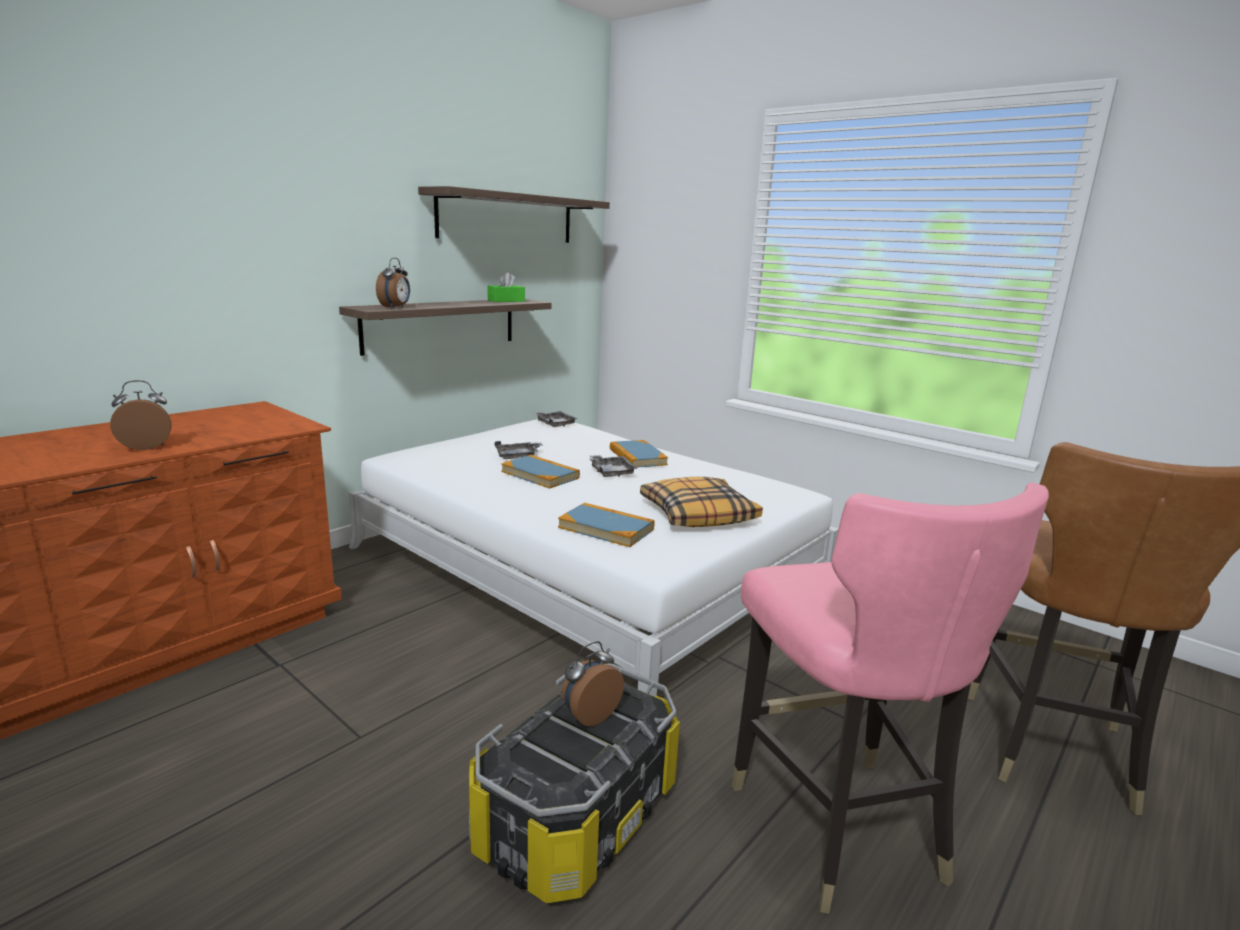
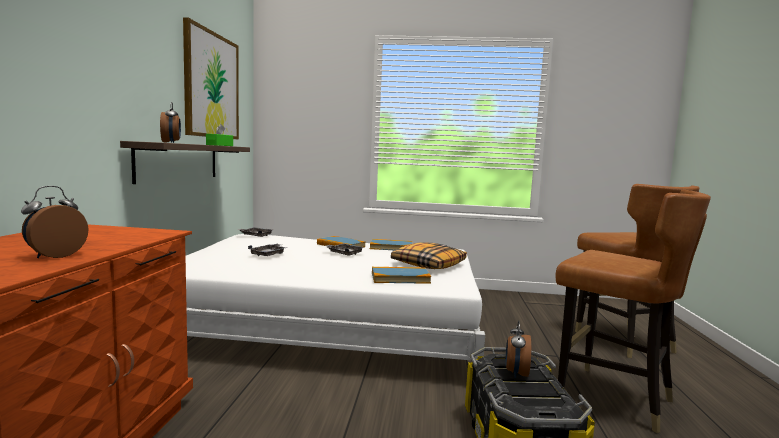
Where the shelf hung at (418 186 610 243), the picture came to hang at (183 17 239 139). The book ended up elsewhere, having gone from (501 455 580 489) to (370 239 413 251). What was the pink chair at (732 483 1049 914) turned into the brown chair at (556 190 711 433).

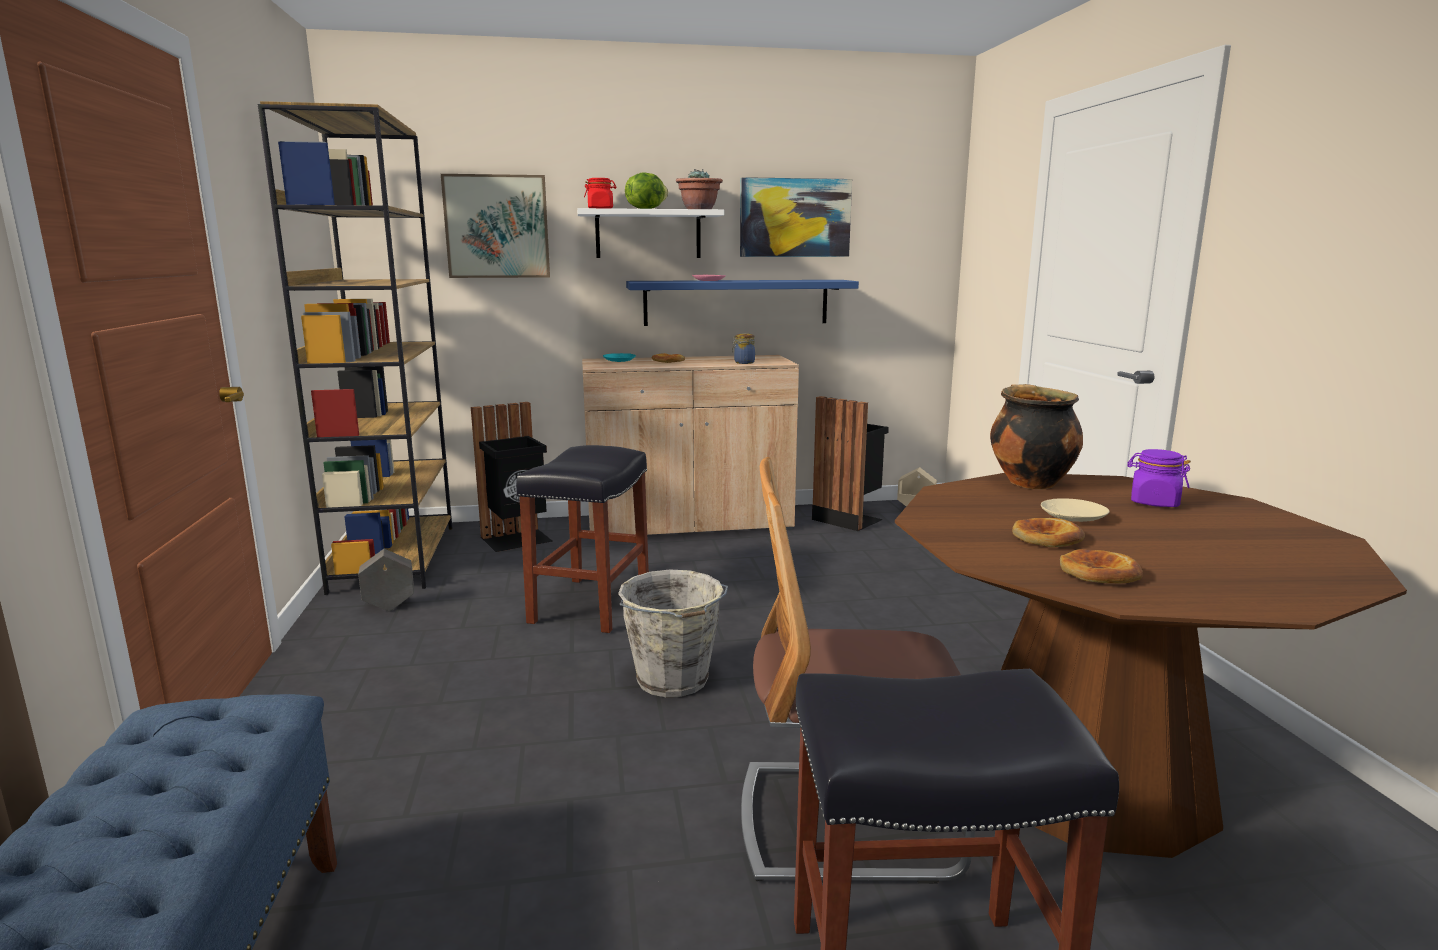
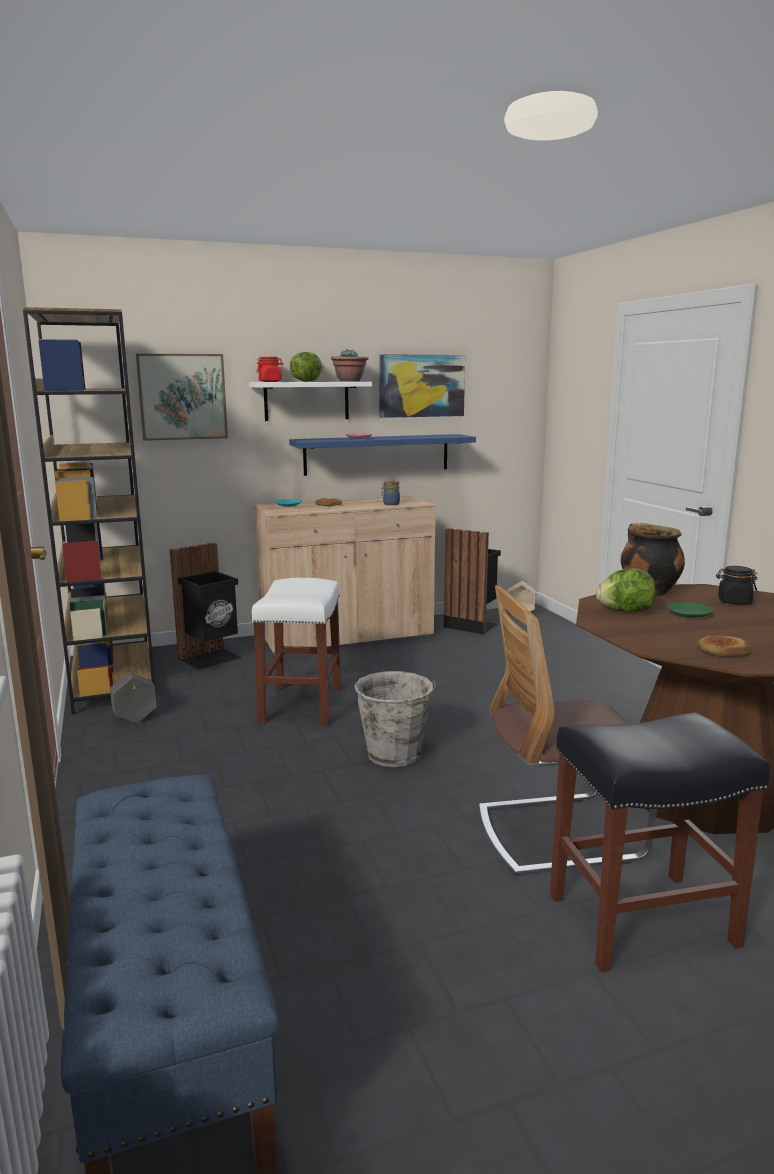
What was the black stool at (516 445 649 633) turned into the white stool at (251 578 341 726). What was the purple jar at (1127 449 1191 507) turned into the black jar at (716 566 757 604). What was the beige plate at (1041 498 1110 522) turned into the green plate at (667 602 713 618). The second view lost the bread at (1012 518 1085 547). The second view gained the lettuce at (596 568 656 612).

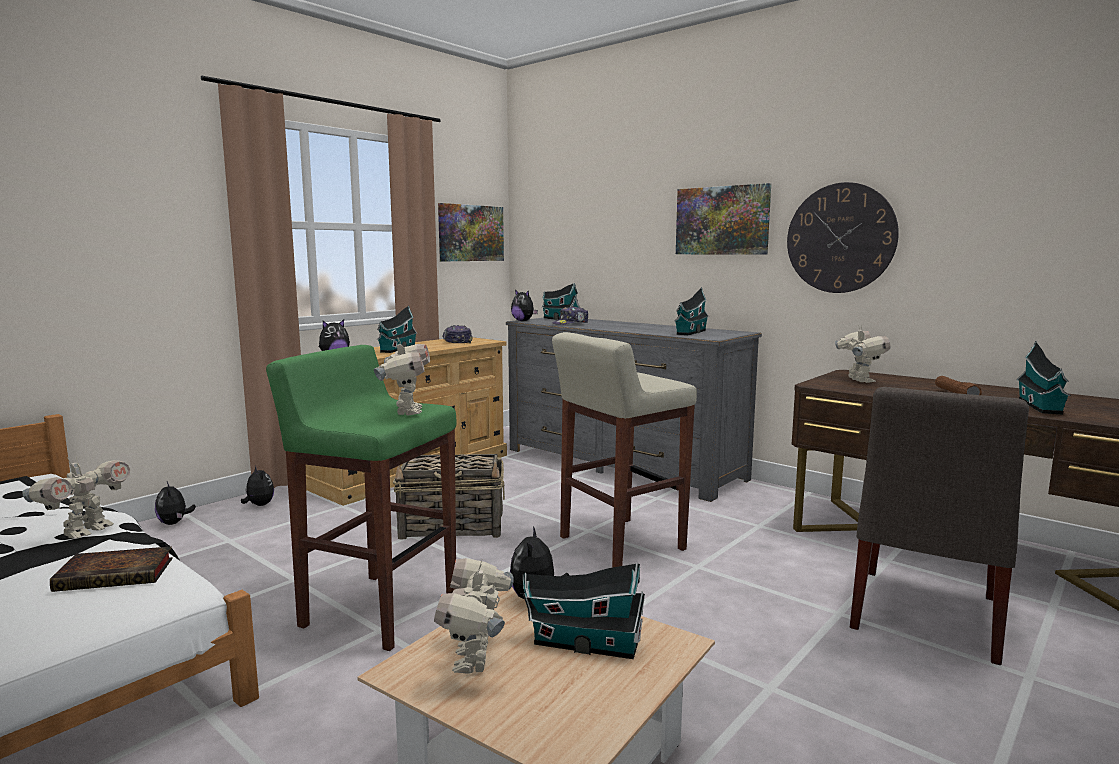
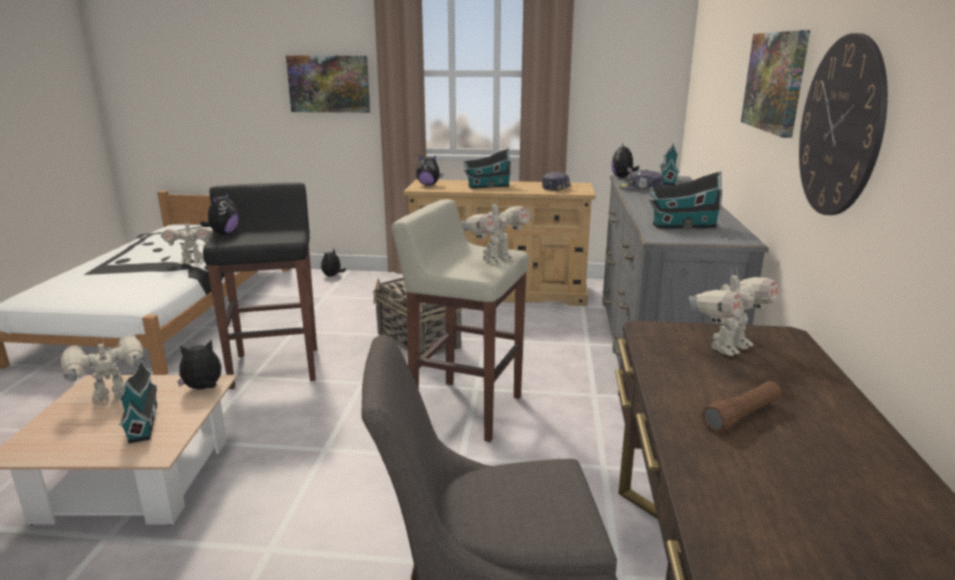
The picture ended up elsewhere, having gone from (438 203 504 261) to (286 56 370 113). The toy robot ended up elsewhere, having gone from (374 338 430 416) to (461 200 530 264). The second view lost the toy house at (1017 341 1071 414). What was the green stool at (266 345 456 651) turned into the black stool at (203 183 317 389). The plush toy ended up elsewhere, having gone from (241 466 274 506) to (200 191 239 235). The second view lost the book at (50 546 173 592).

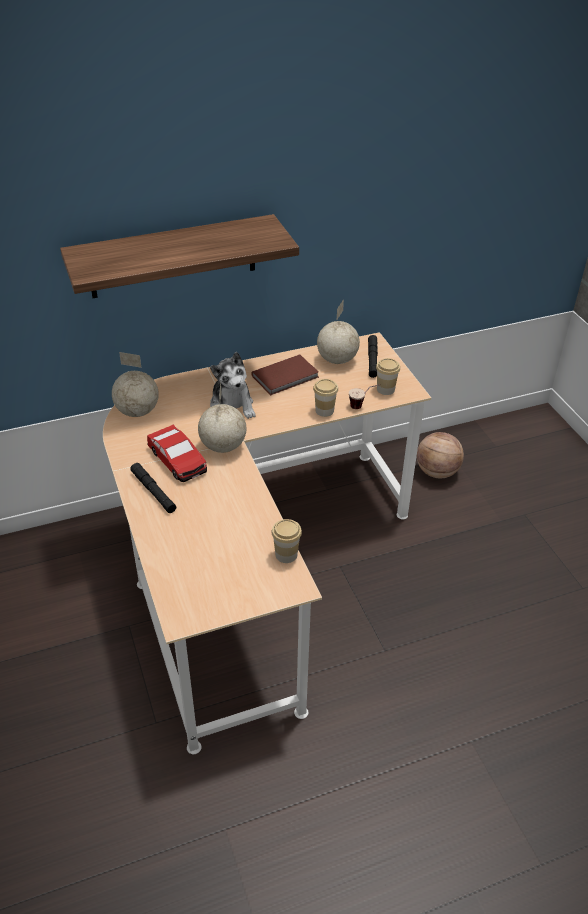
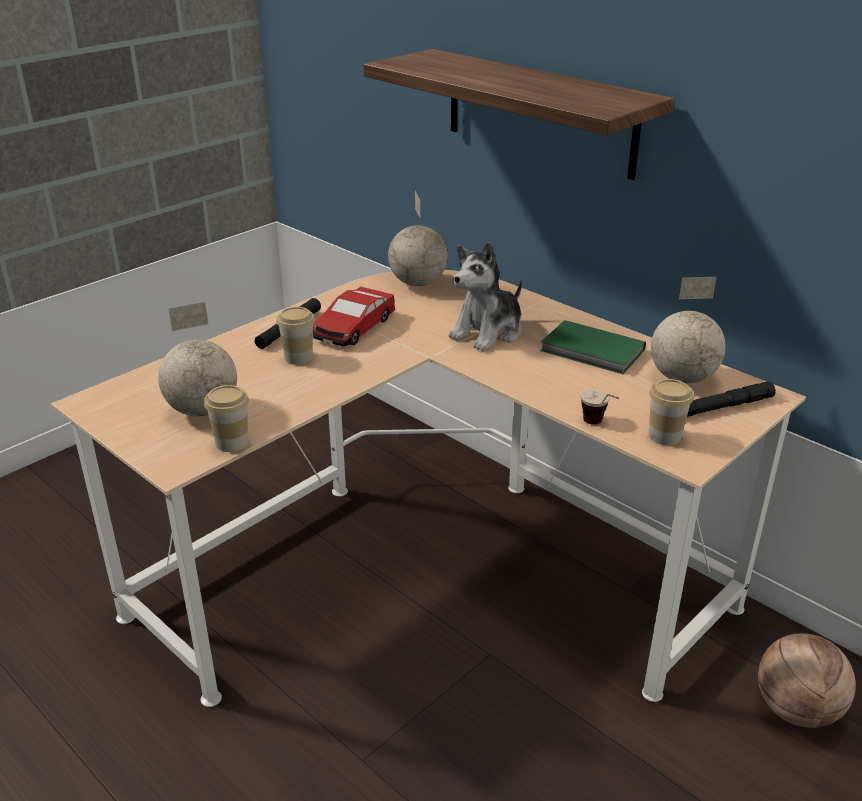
What was the brown book at (251 354 319 395) turned into the green book at (540 320 646 374). The cup ended up elsewhere, having gone from (313 379 338 417) to (276 307 315 365). The globe ended up elsewhere, having gone from (198 383 247 453) to (158 302 237 416).

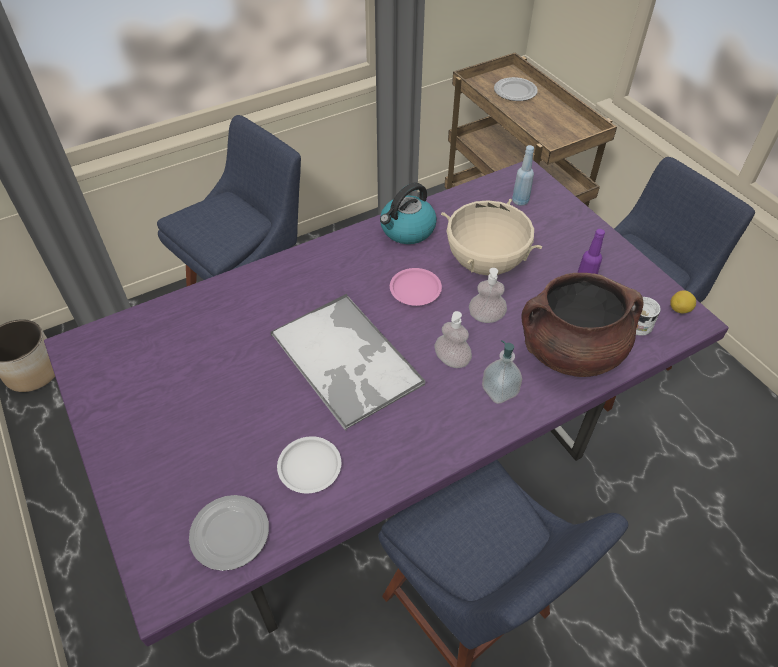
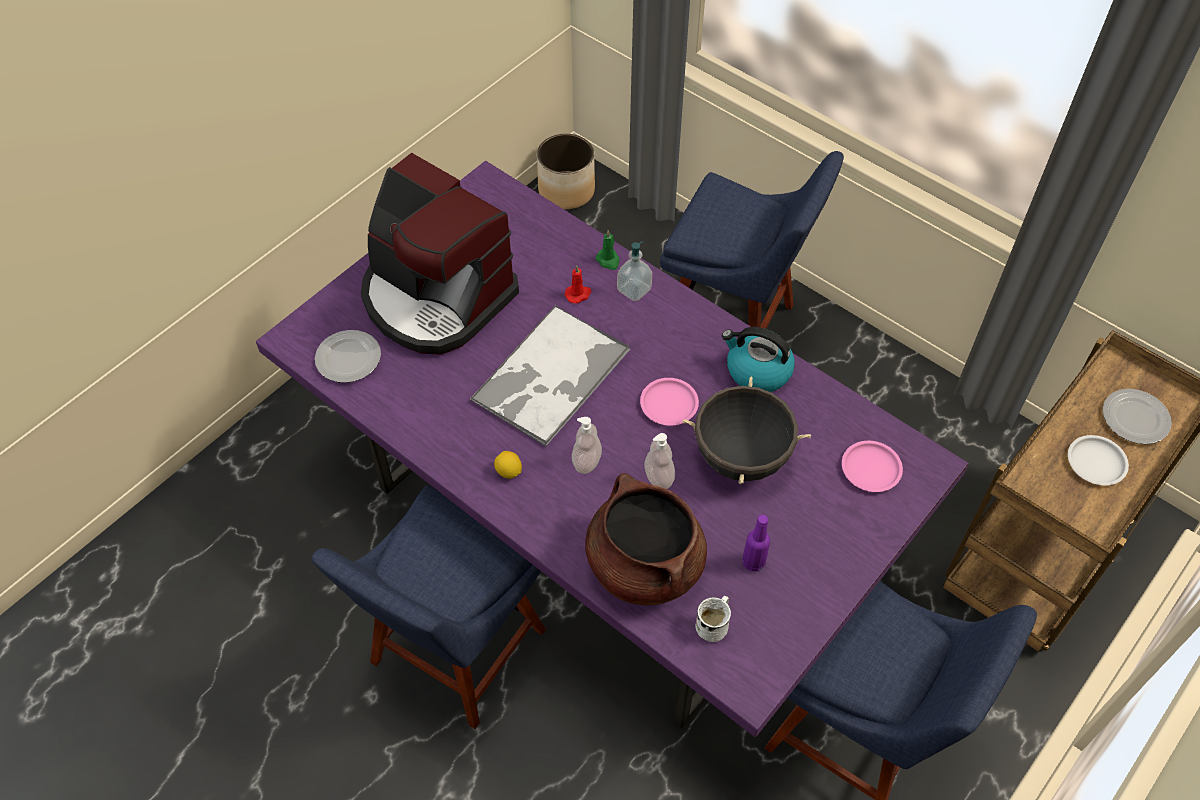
Where the blue bottle stood at (512 145 534 206), the pink plate came to stand at (842 441 903 492). What was the beige cooking pot at (441 199 542 276) turned into the black cooking pot at (683 377 811 485). The lemon ended up elsewhere, having gone from (670 290 696 313) to (494 451 522 479). The soap dispenser ended up elsewhere, having gone from (482 340 522 404) to (617 241 652 301). The white plate ended up elsewhere, having gone from (277 436 341 493) to (1068 435 1129 485). The second view gained the coffee machine at (361 153 519 355). The second view gained the green candle at (596 230 620 270). The second view gained the red candle at (565 265 591 303).

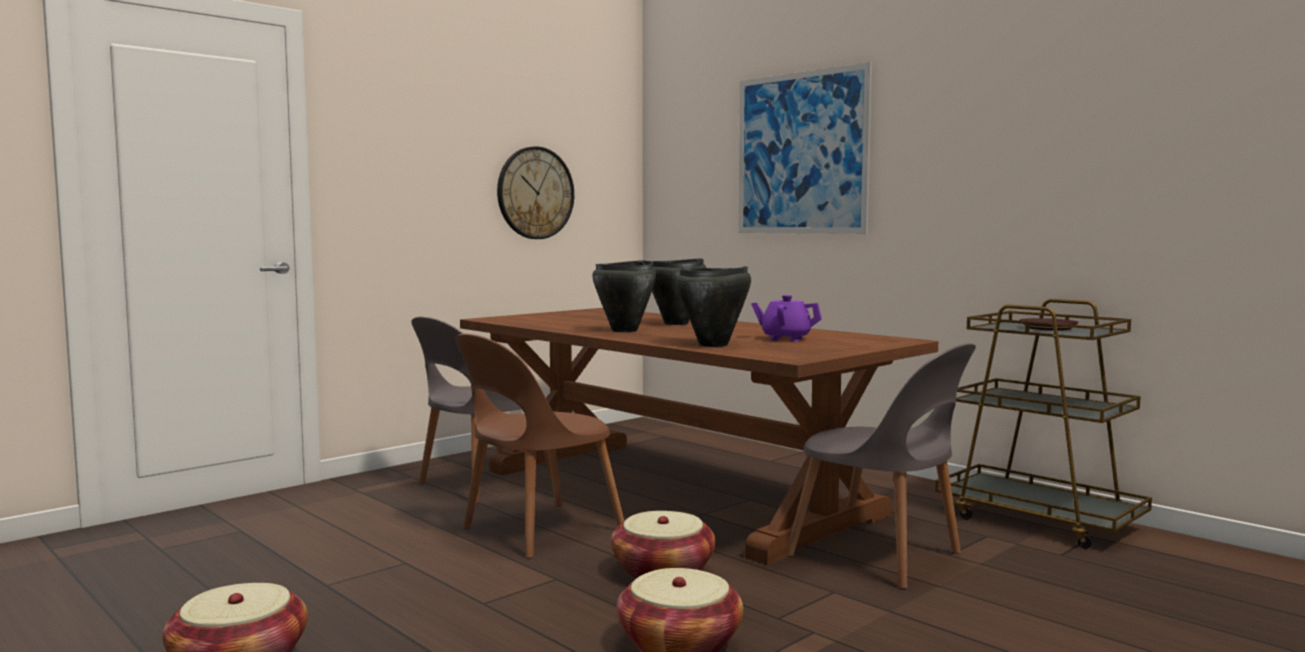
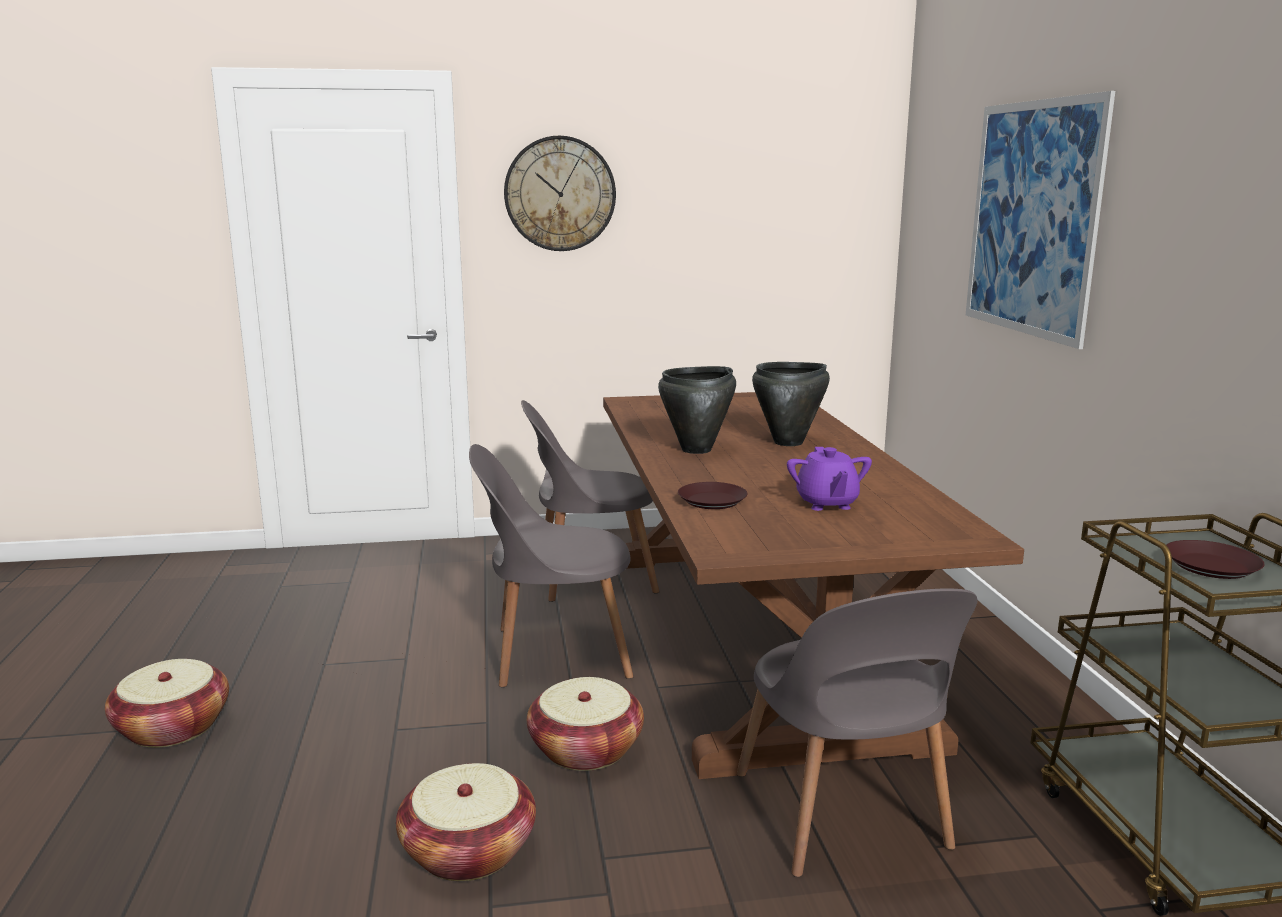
The wall clock ended up elsewhere, having gone from (497 147 574 239) to (504 136 616 251). Where the black cooking pot stood at (676 266 751 347), the brown plate came to stand at (678 482 748 509). The purple teapot at (751 295 822 342) ended up facing another way, 150 degrees counterclockwise from before. What was the brown chair at (455 334 624 558) turned into the grey chair at (469 444 634 687).

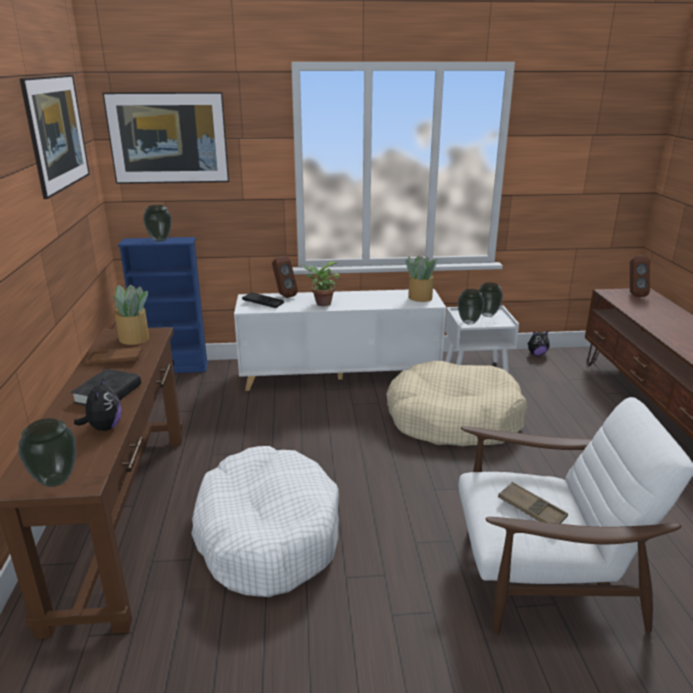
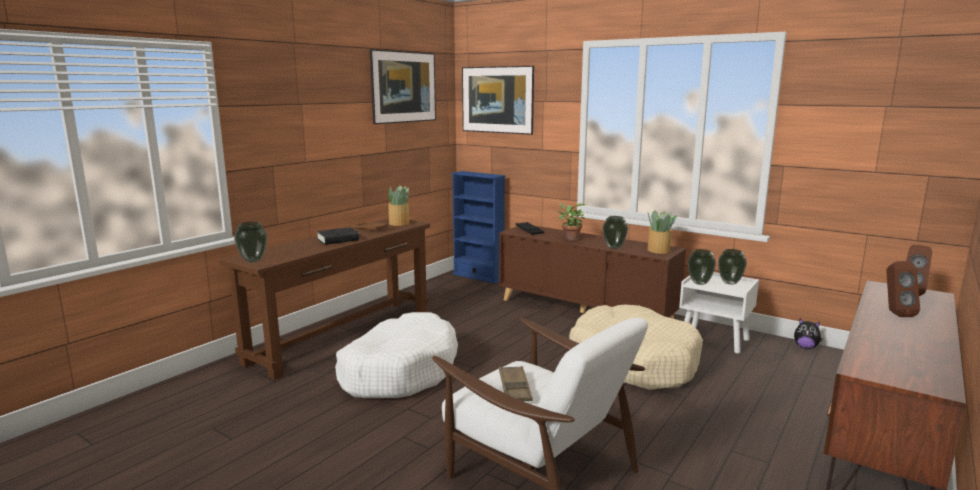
The vase ended up elsewhere, having gone from (143 205 172 242) to (603 216 628 249). The brown speaker ended up elsewhere, having gone from (272 256 298 298) to (886 261 920 317). What was the white cabinet at (234 289 446 391) turned into the brown cabinet at (499 226 686 319). The second view lost the plush toy at (74 376 121 431).

